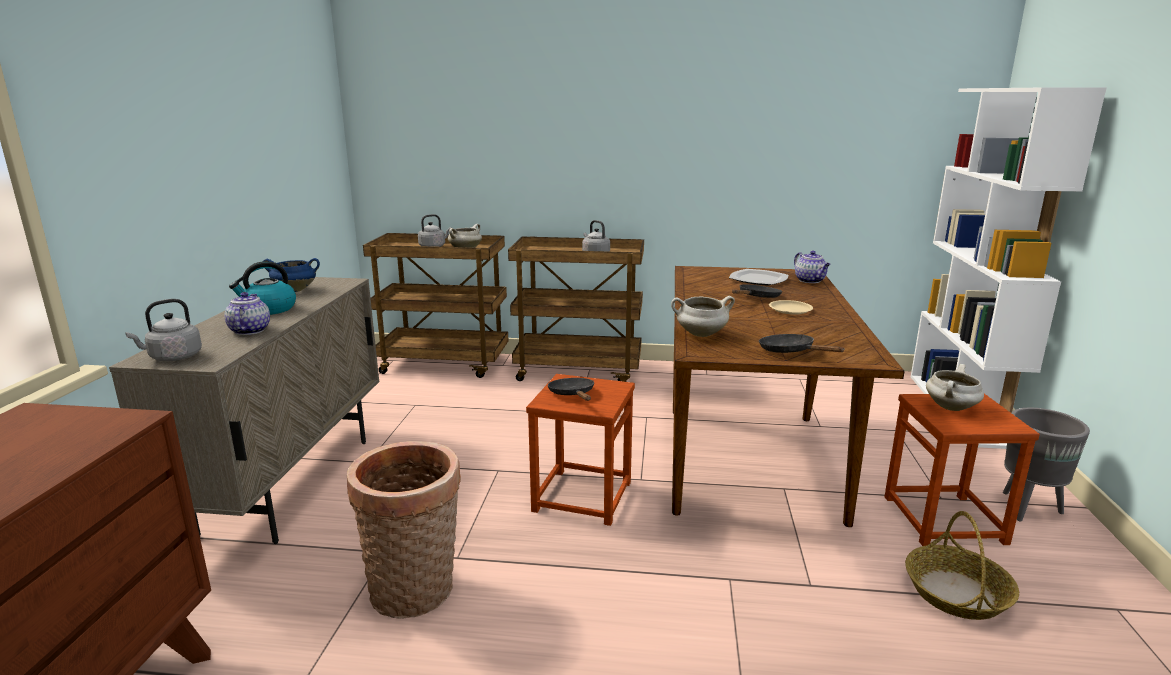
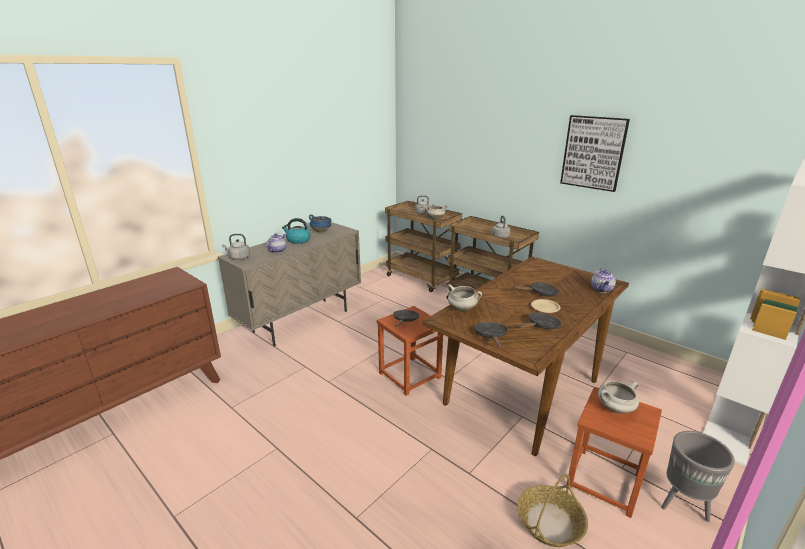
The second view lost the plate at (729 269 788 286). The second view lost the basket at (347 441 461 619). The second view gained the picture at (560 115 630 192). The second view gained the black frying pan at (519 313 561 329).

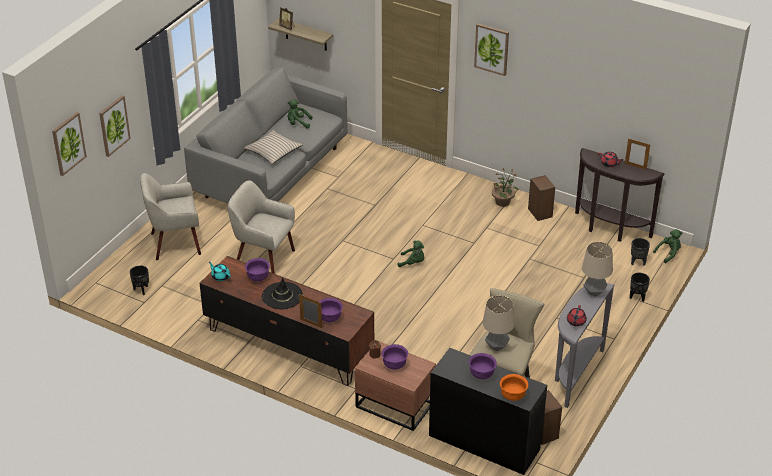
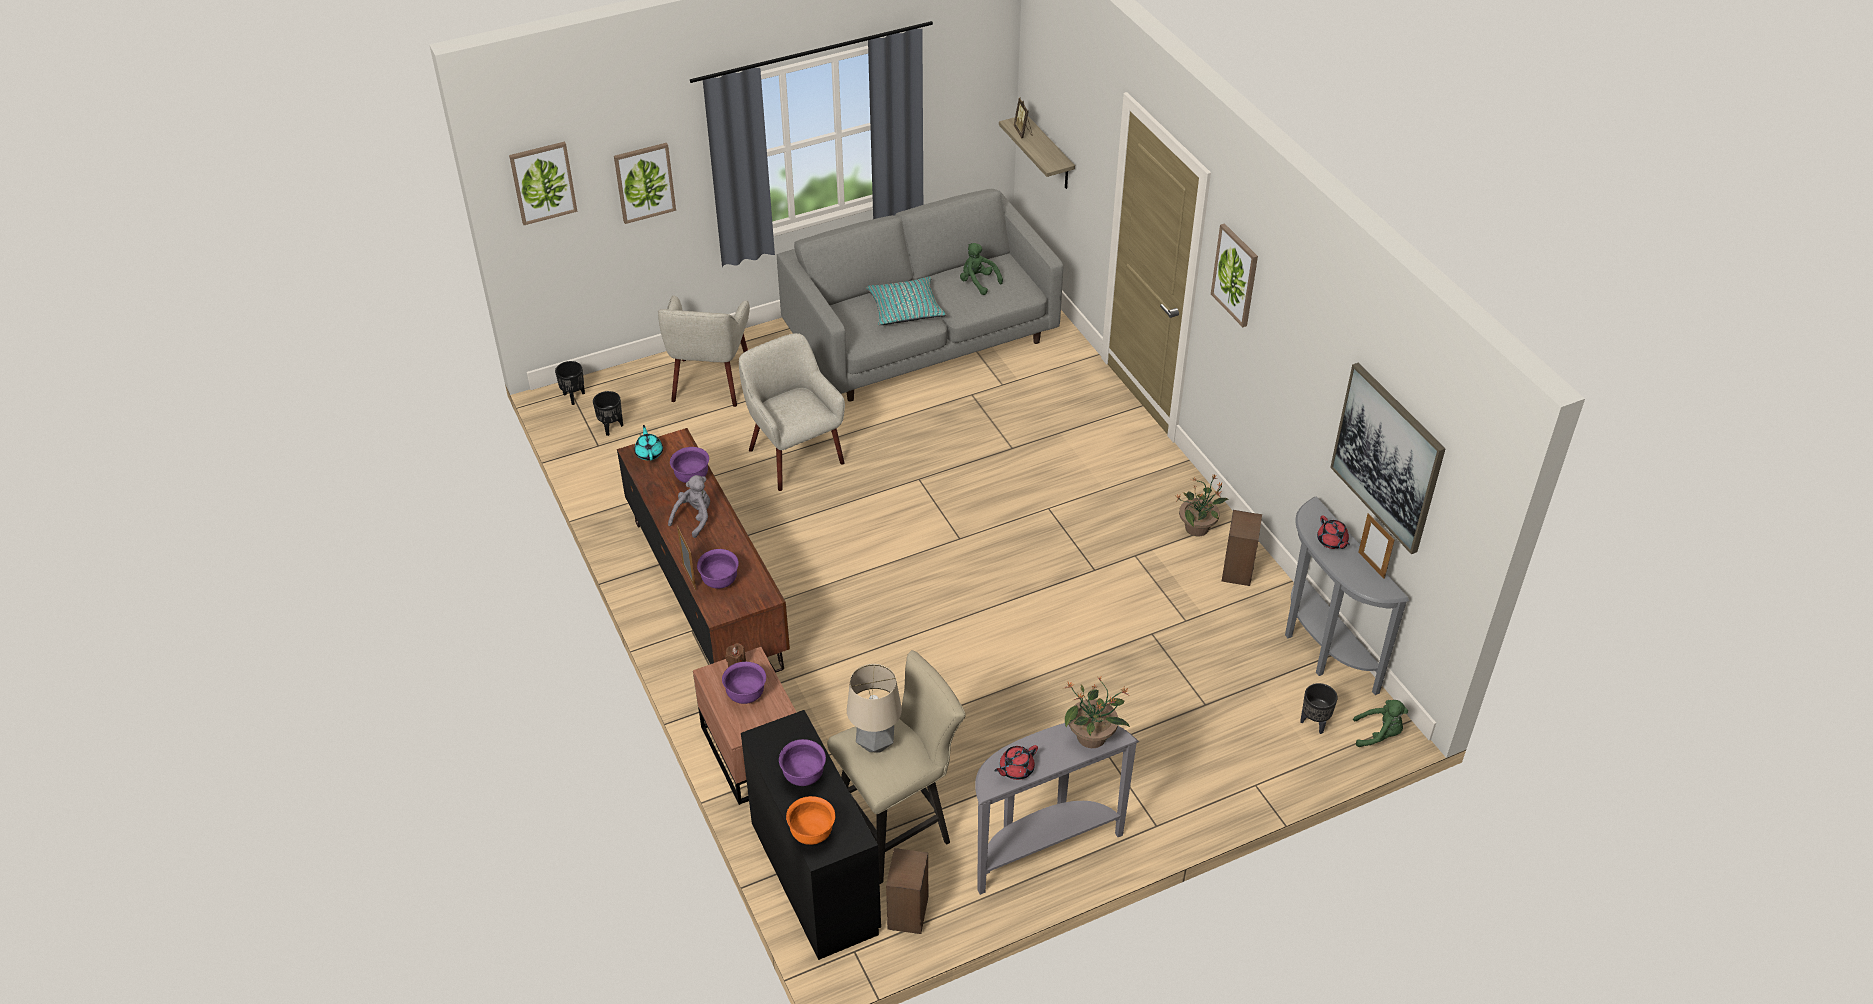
What was the beige pillow at (244 129 303 164) turned into the turquoise pillow at (866 277 946 325). What was the brown console table at (575 148 665 242) turned into the grey console table at (1285 497 1409 695). The beige armchair at (140 173 201 260) ended up facing another way, 105 degrees counterclockwise from before. The second view lost the green plush toy at (398 240 424 267). Where the table lamp stood at (582 242 613 297), the potted plant came to stand at (1065 677 1130 748). The black planter ended up elsewhere, having gone from (630 273 650 302) to (555 361 585 405). Where the black hat stood at (262 277 303 309), the grey plush toy came to stand at (668 475 710 538). The second view gained the picture at (1330 362 1446 554).

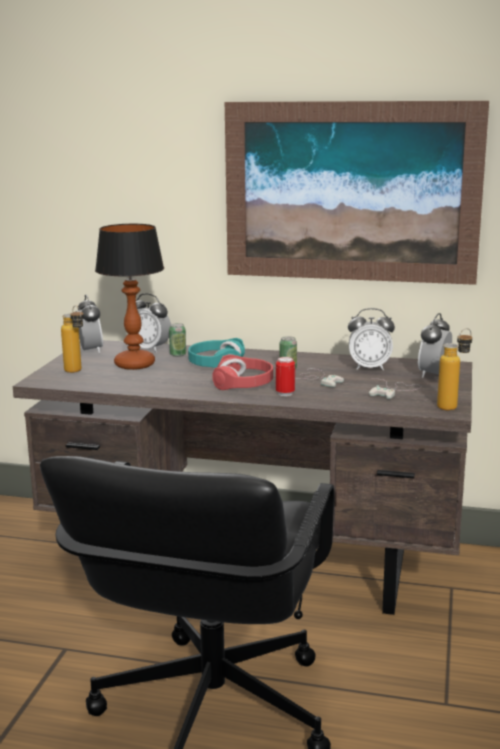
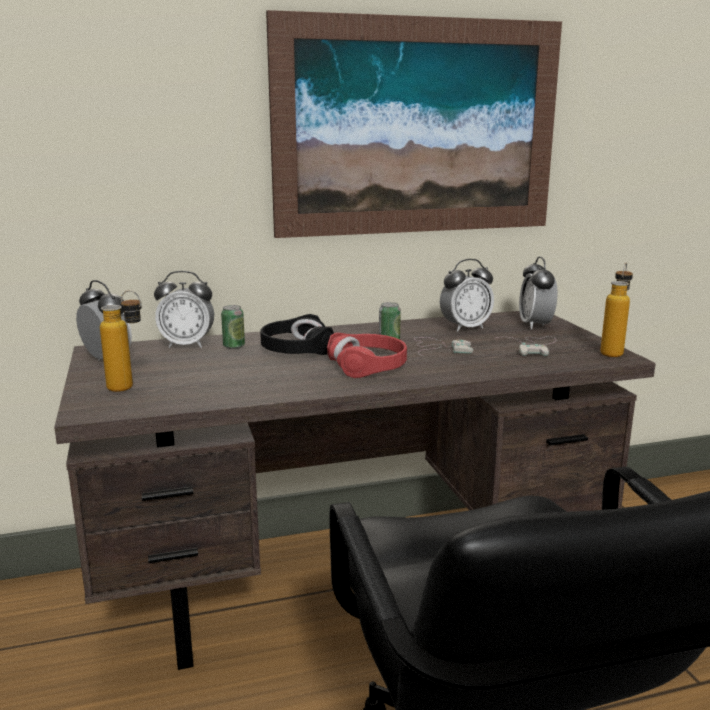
The second view lost the table lamp at (95 224 164 370). What was the turquoise headphones at (188 338 245 368) turned into the black headphones at (260 314 334 355). The second view lost the can at (276 357 295 396).

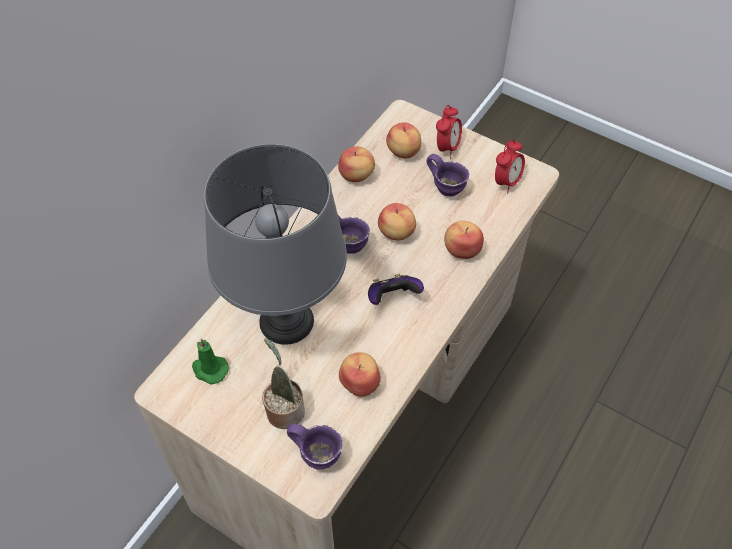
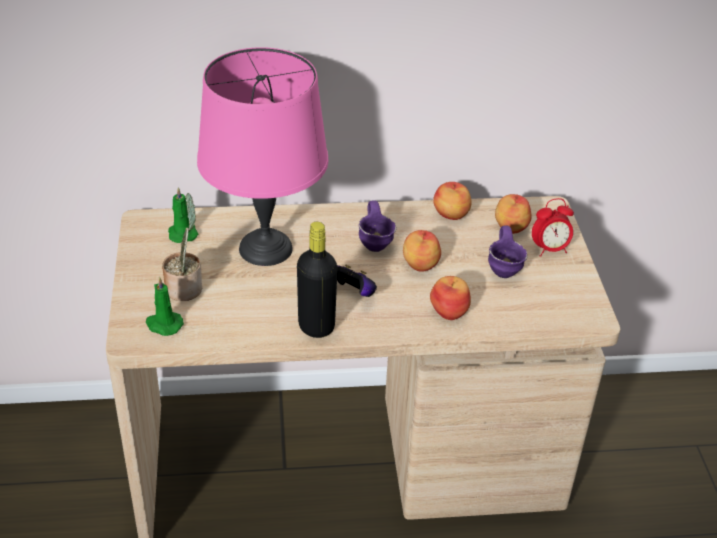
The second view lost the alarm clock at (495 139 525 193). What was the grey table lamp at (204 144 347 345) turned into the pink table lamp at (197 47 328 266). The second view lost the apple at (339 352 381 397). Where the purple mug stood at (287 424 342 470), the green candle came to stand at (146 276 184 336). The second view gained the black bottle at (297 222 338 338).

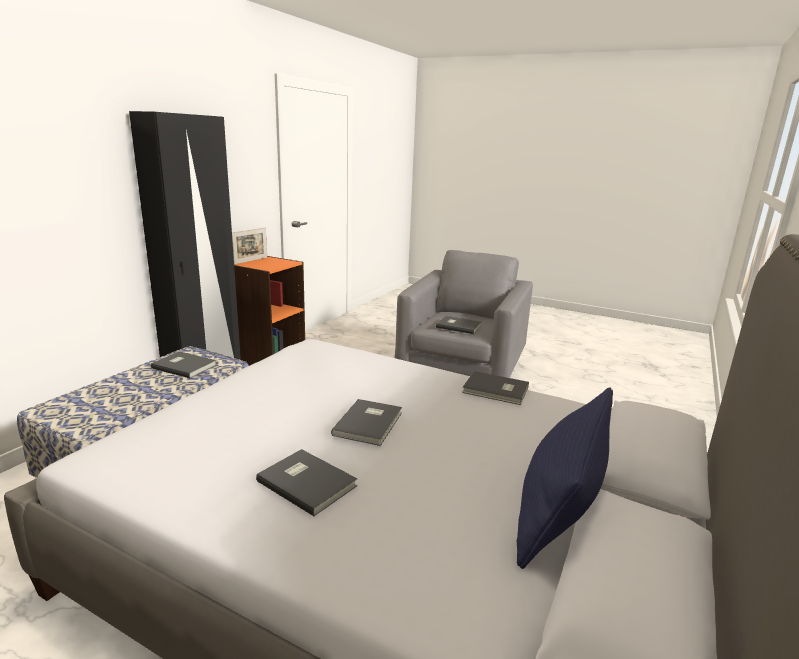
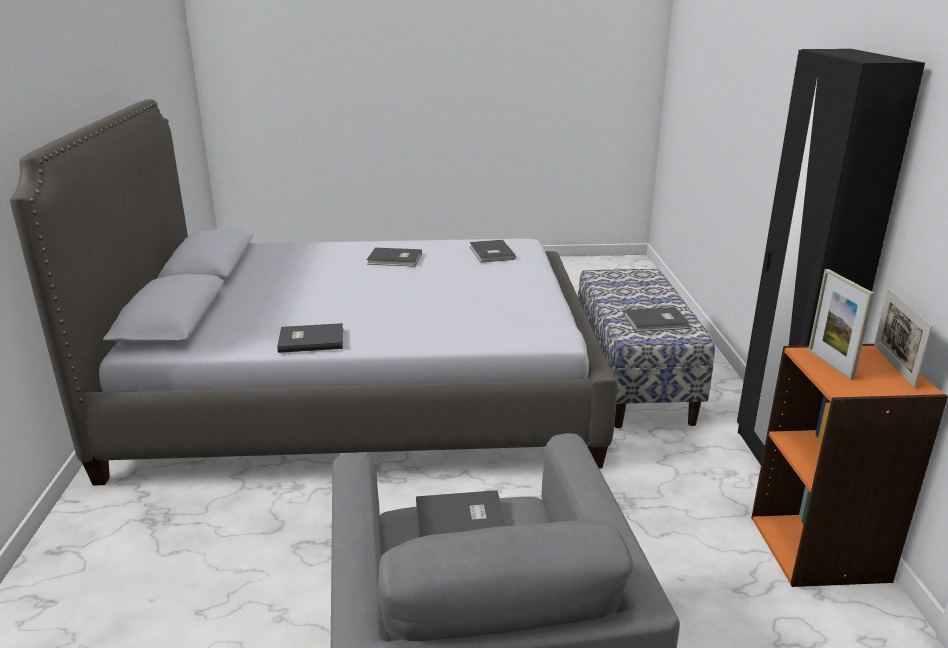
The second view lost the blue pillow at (517 387 613 569). The grey book ended up elsewhere, having gone from (331 399 402 446) to (470 240 516 263). The second view gained the picture frame at (808 269 874 380).

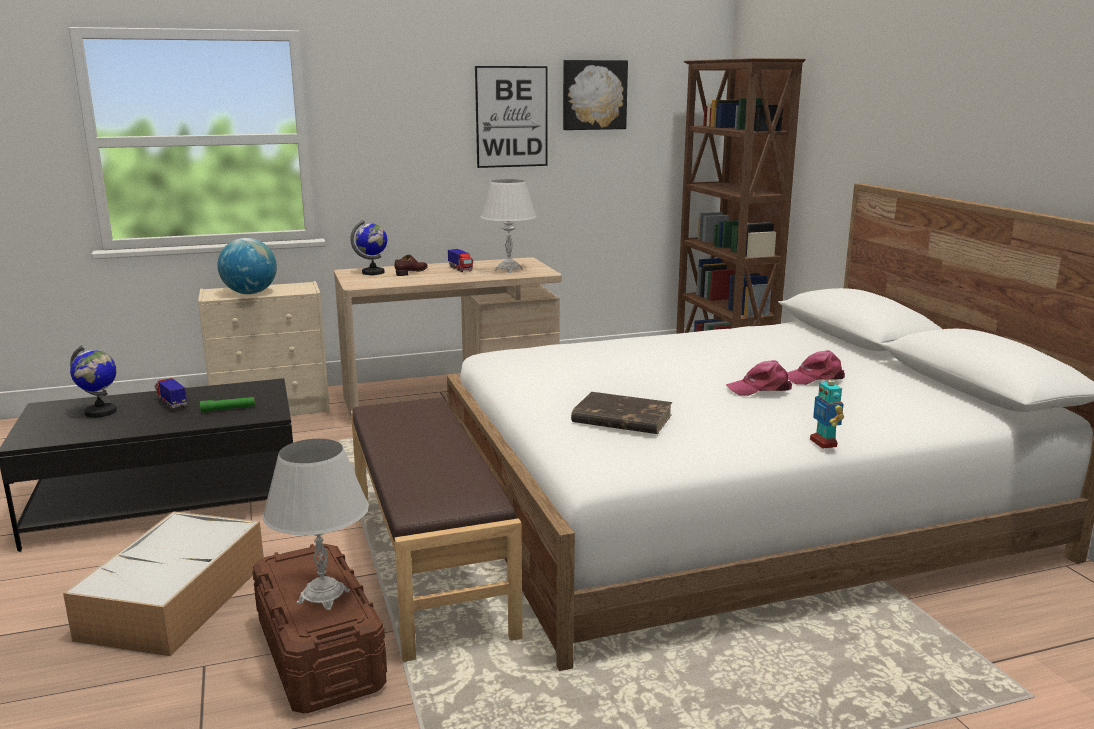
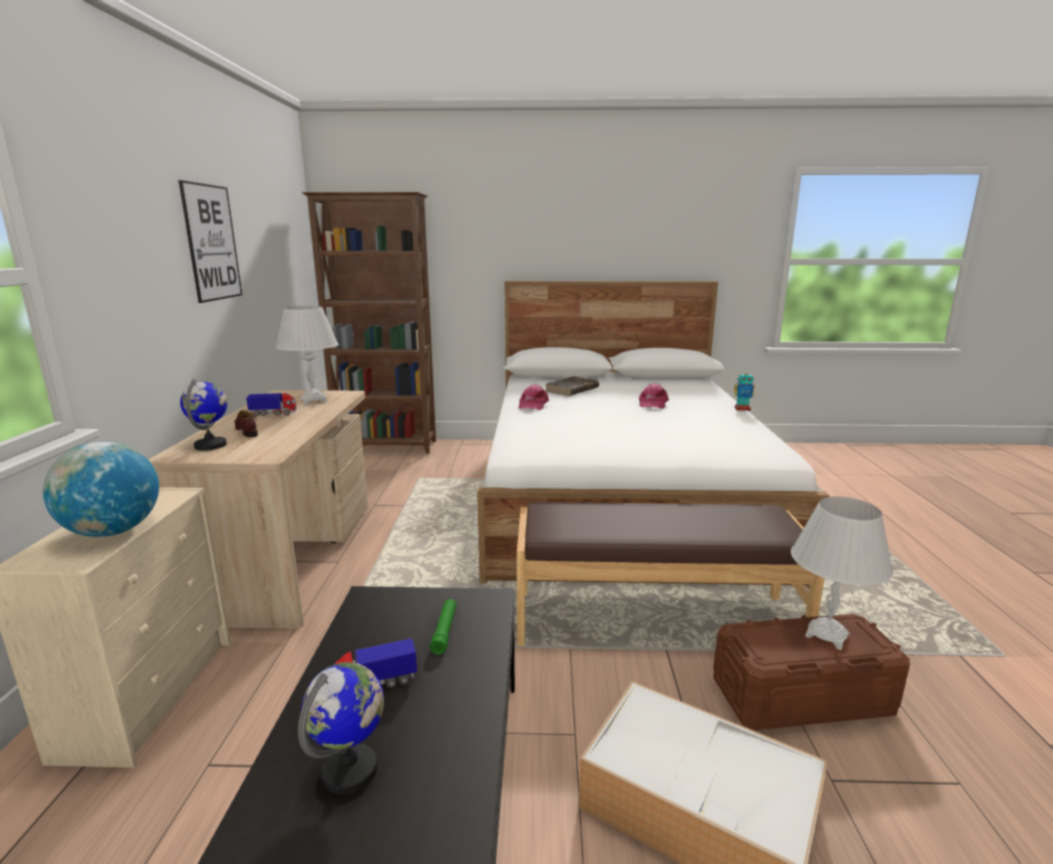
The second view lost the picture at (563 60 628 130). The pink cap ended up elsewhere, having gone from (787 350 845 385) to (519 384 549 410). The brown book ended up elsewhere, having gone from (571 392 673 434) to (546 376 599 396).

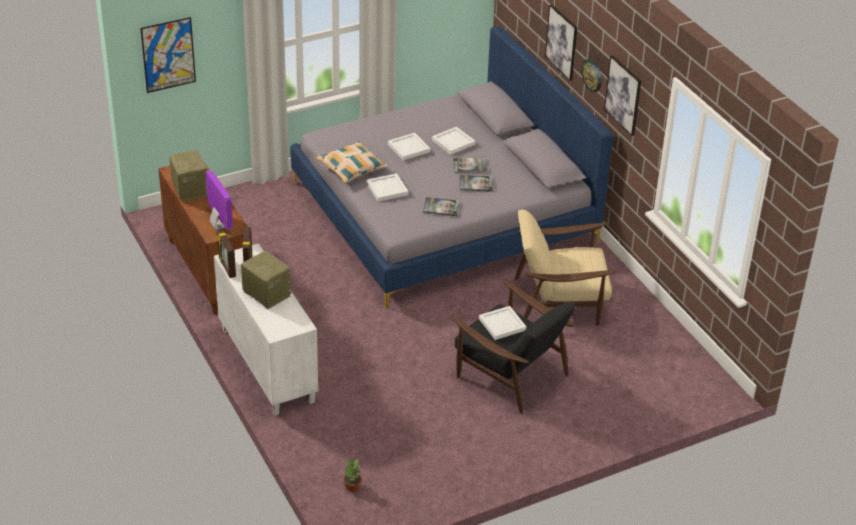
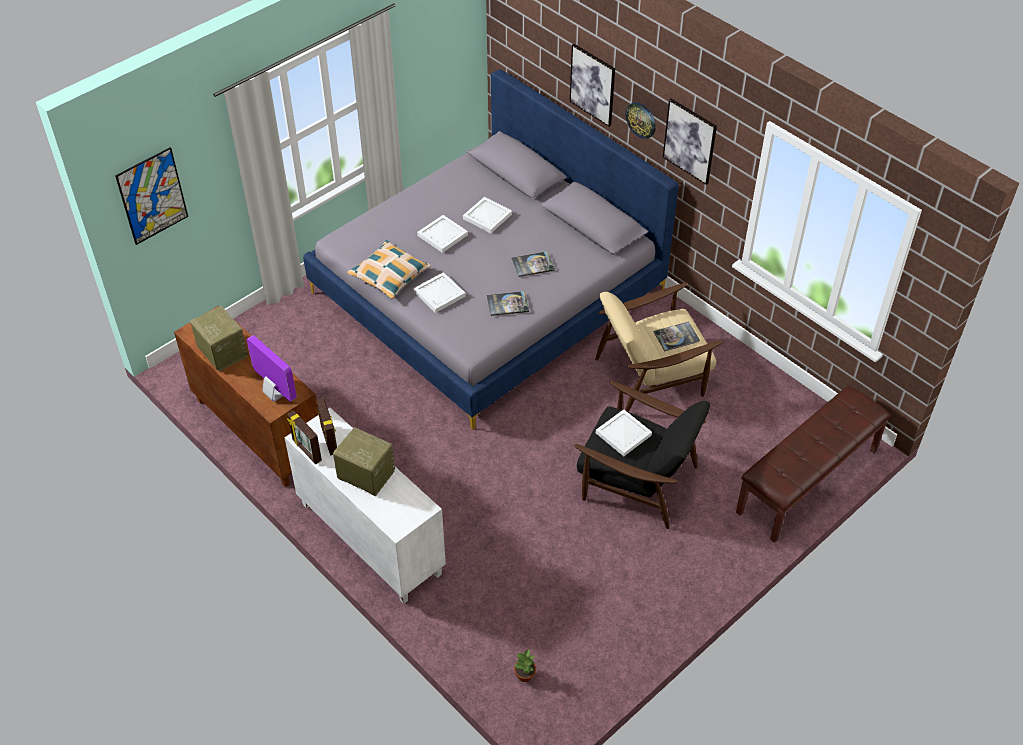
The book ended up elsewhere, having gone from (453 157 488 173) to (654 322 700 351). The second view gained the brown bench at (736 386 890 543).

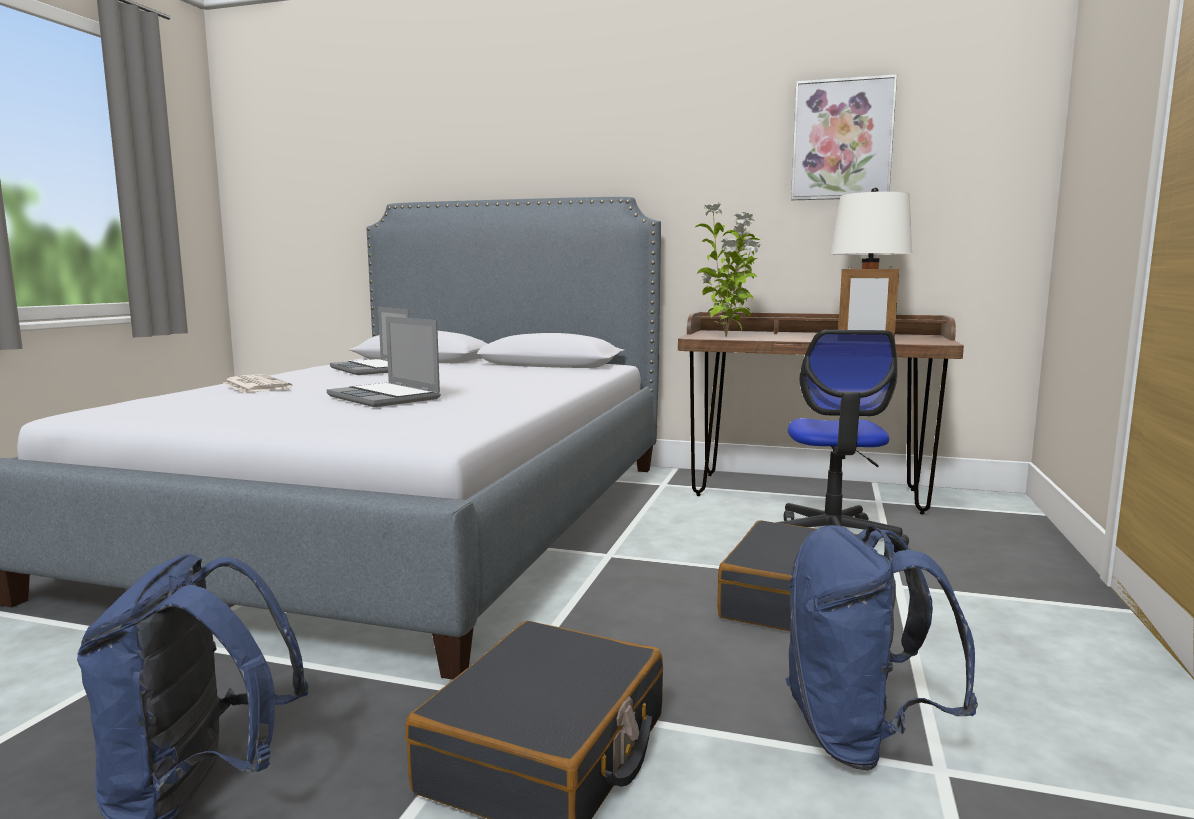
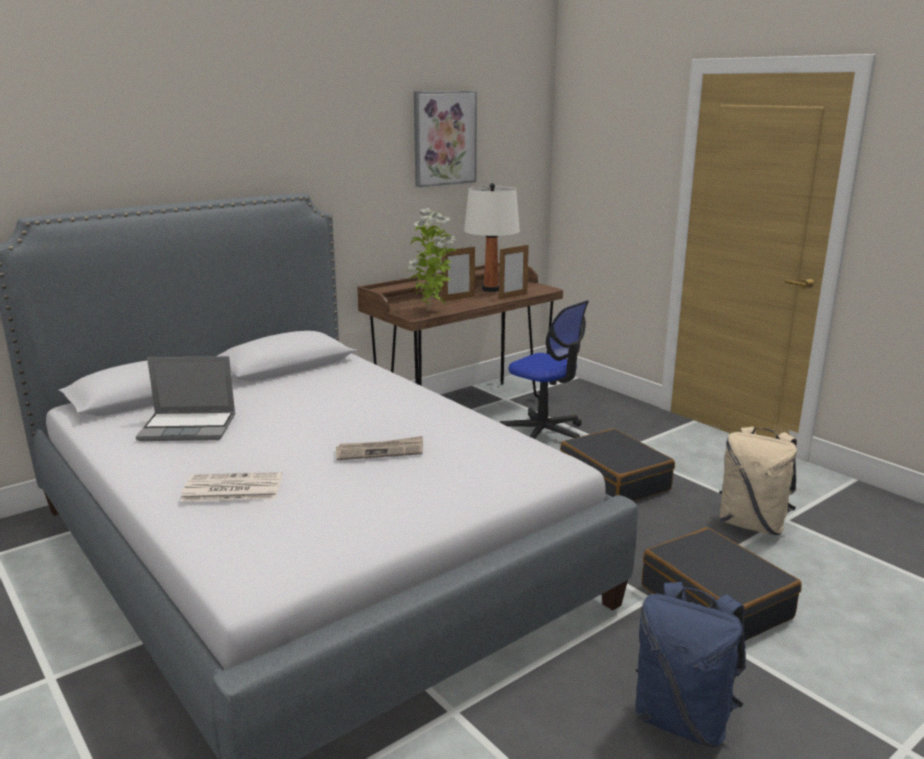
Where the laptop stood at (327 316 441 407), the newspaper came to stand at (336 436 423 460). What was the blue backpack at (785 525 978 771) turned into the beige backpack at (719 426 797 535). The second view gained the picture frame at (442 247 475 301).

